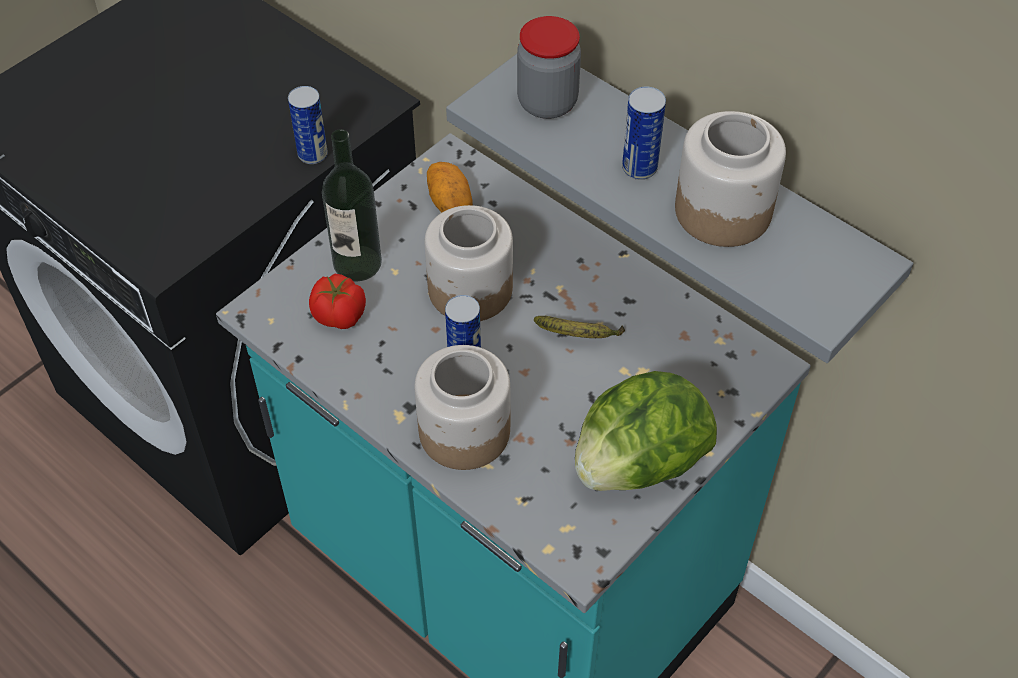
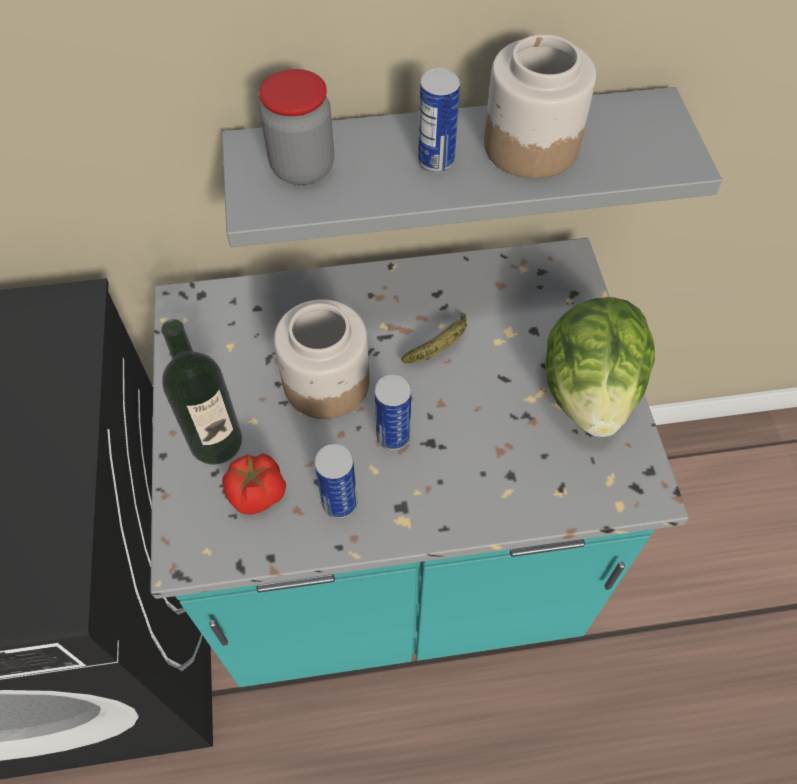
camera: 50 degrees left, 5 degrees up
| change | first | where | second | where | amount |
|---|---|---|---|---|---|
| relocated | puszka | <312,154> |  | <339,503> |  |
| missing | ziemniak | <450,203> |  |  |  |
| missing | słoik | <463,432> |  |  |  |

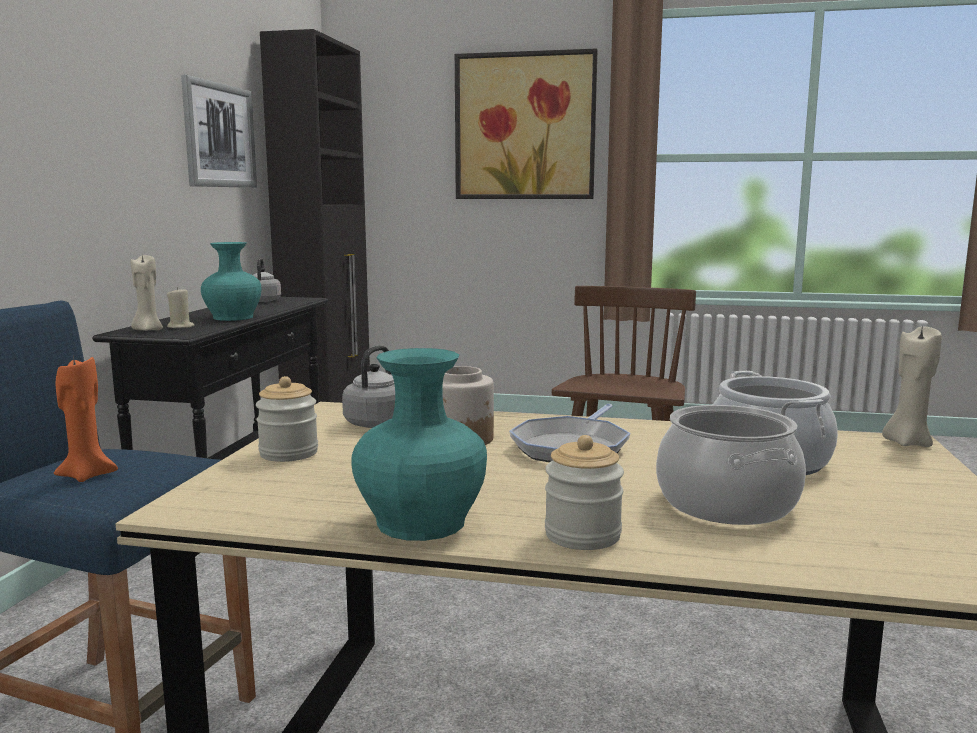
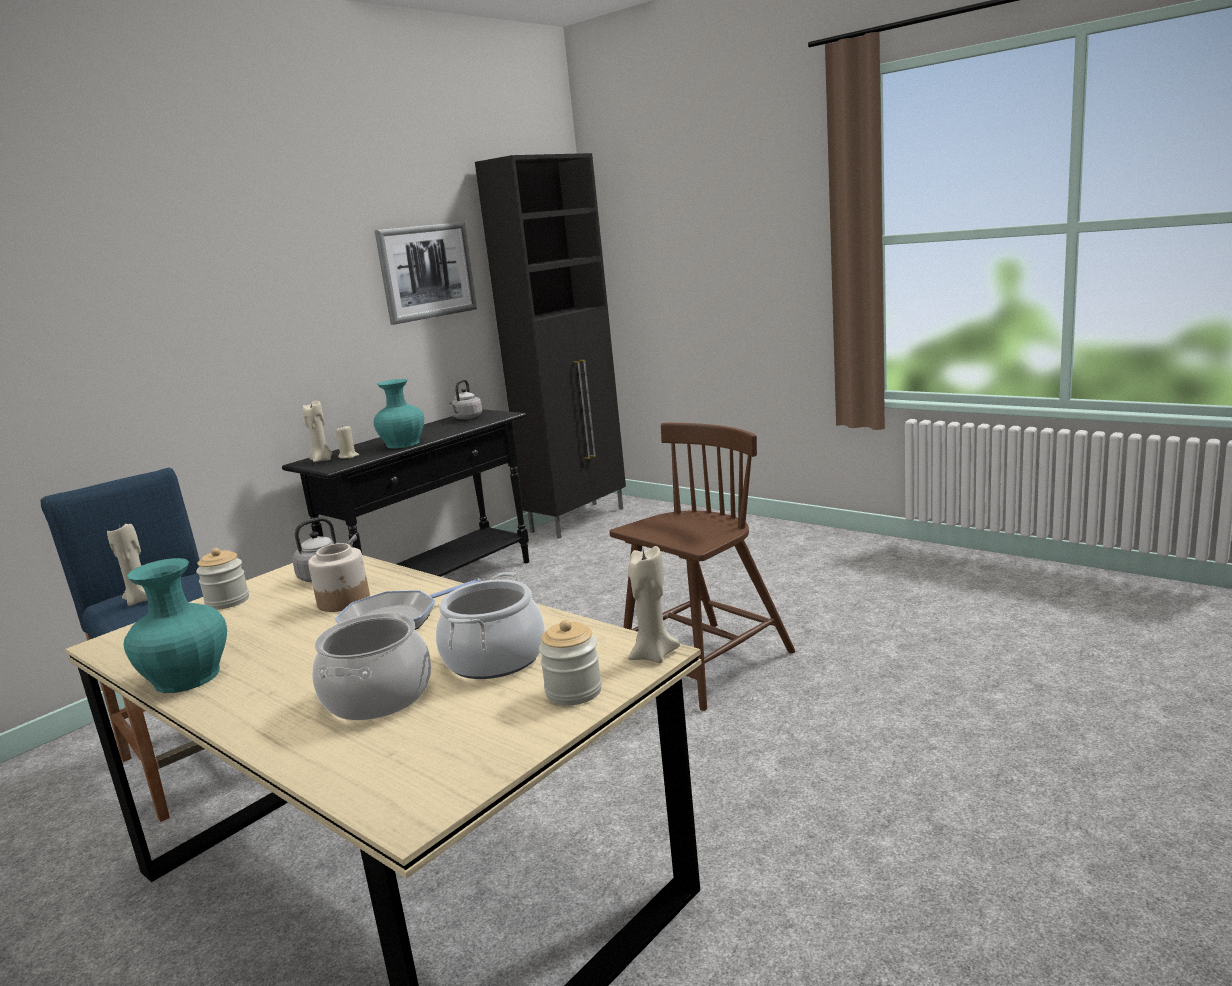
camera: 30 degrees right, 5 degrees up
| change | first | where | second | where | amount |
|---|---|---|---|---|---|
| missing | obraz | <525,127> |  |  |  |
| colour | świeca [pomarańczowy] | <87,475> | świeca [beżowy] | <141,600> |  |
| relocated | słoik | <582,535> |  | <573,691> |  |

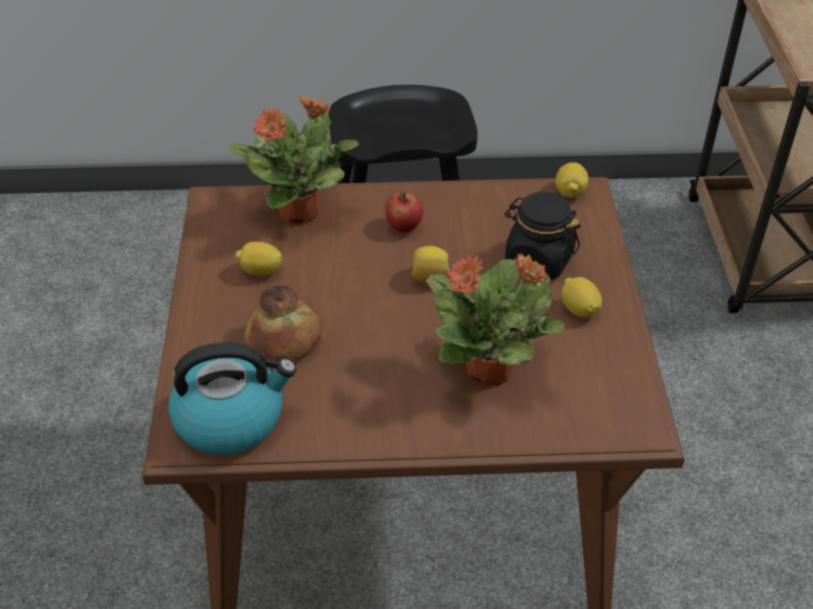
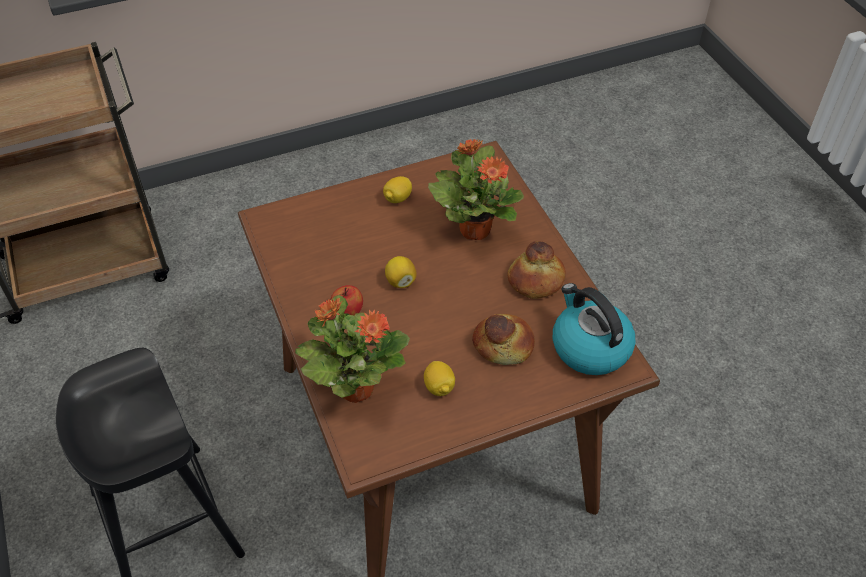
camera: 110 degrees left, 5 degrees up
| change | first | where | second | where | amount |
|---|---|---|---|---|---|
| missing | cytryna | <570,192> |  |  |  |
| missing | słoik [czarny] | <538,259> |  |  |  |
| appeared |  |  | chleb | <536,281> |  |

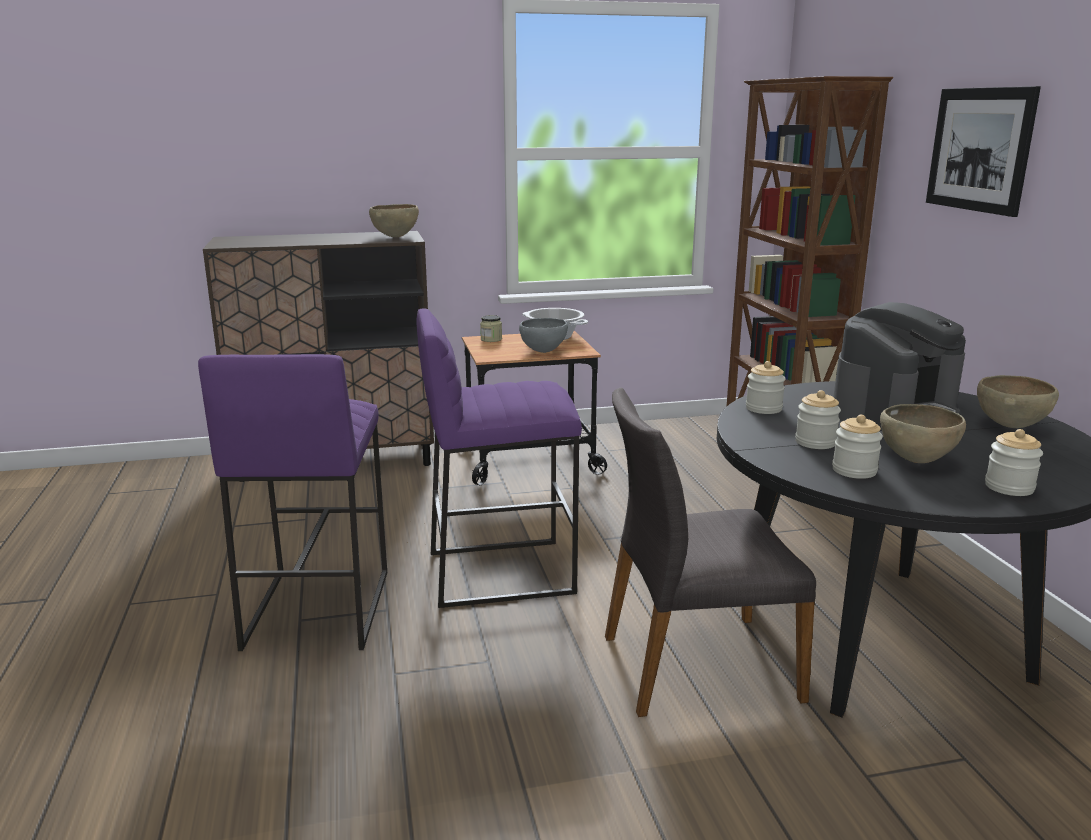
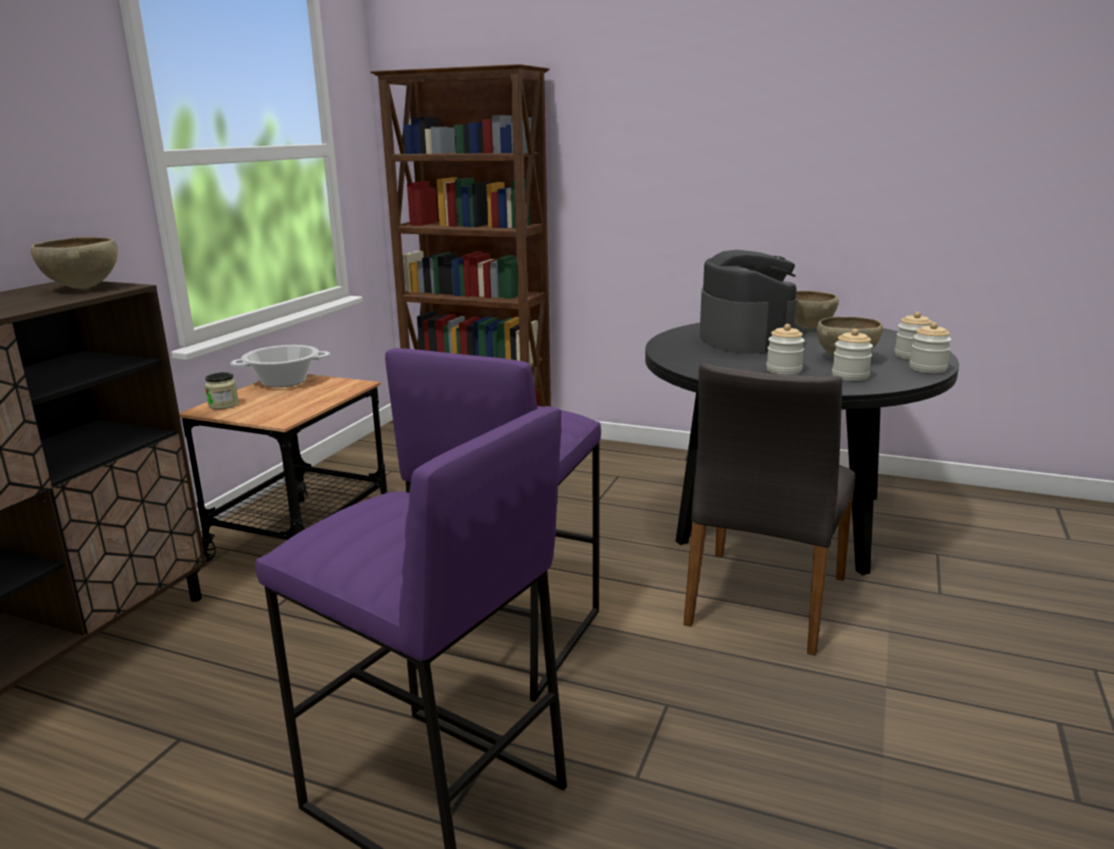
camera: 55 degrees left, 0 degrees up
| change | first | where | second | where | amount |
|---|---|---|---|---|---|
| missing | obraz | <979,149> |  |  |  |
| missing | miska [szary] | <543,351> |  |  |  |
| relocated | słoik | <763,408> |  | <927,369> |  |

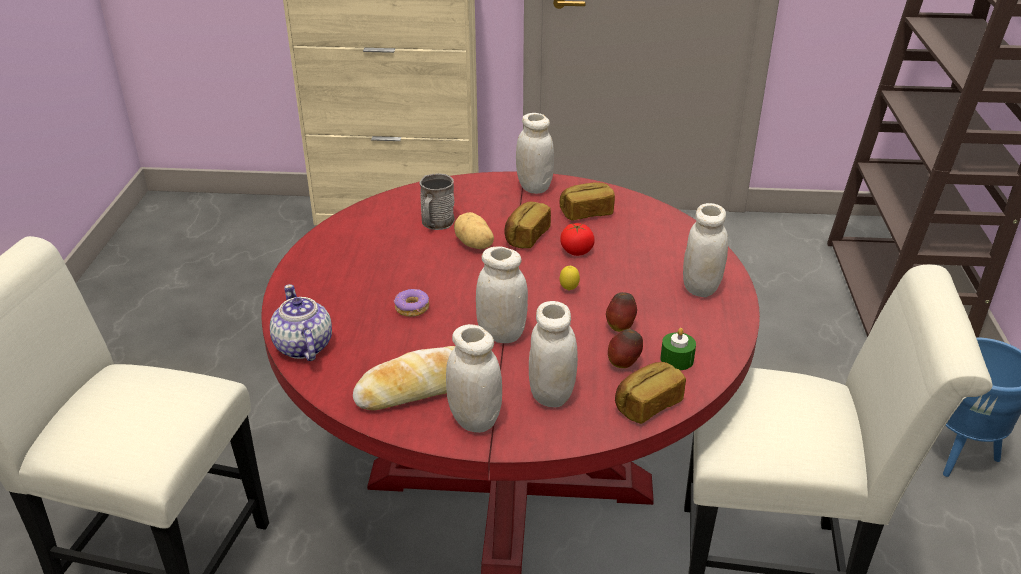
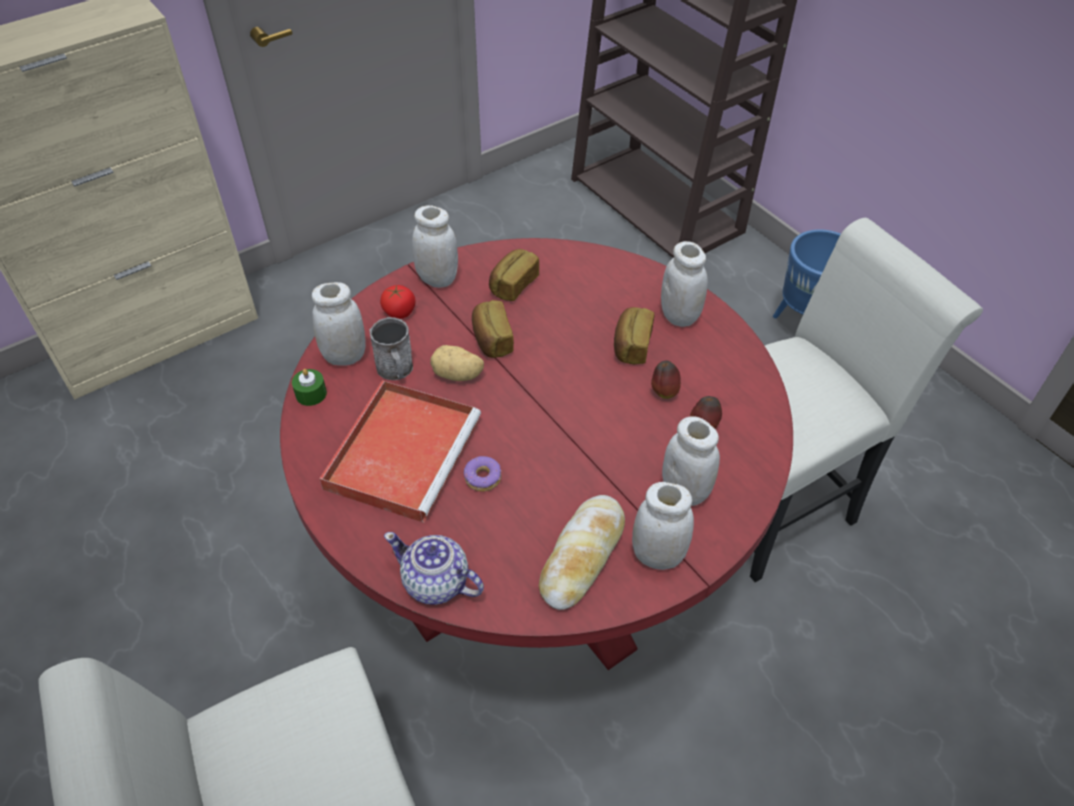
camera: 40 degrees left, 15 degrees up
| change | first | where | second | where | amount |
|---|---|---|---|---|---|
| relocated | pomidor | <576,251> |  | <399,312> |  |
| relocated | słoik [biały] | <501,334> |  | <344,356> |  |
| missing | cytryna | <569,290> |  |  |  |
| relocated | świeca [zielony] | <677,359> |  | <311,394> |  |
| relocated | chleb | <647,404> |  | <631,345> |  |
| appeared |  |  | taca [czerwony] | <403,451> |  |

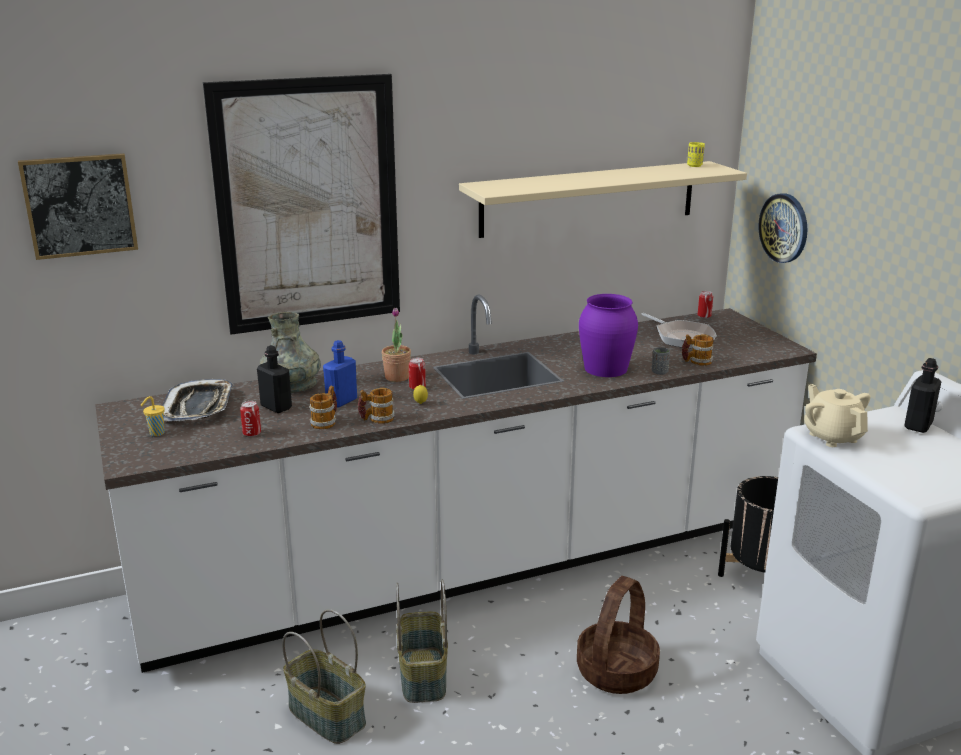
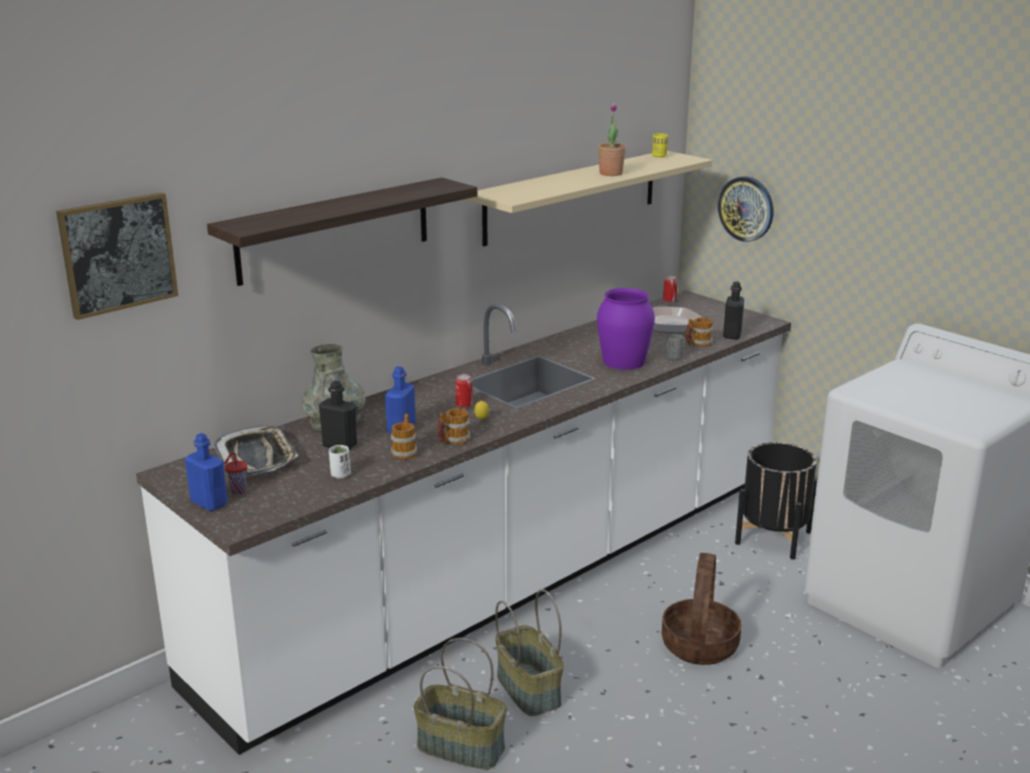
camera: 20 degrees left, 0 degrees up
| change | first | where | second | where | amount |
|---|---|---|---|---|---|
| exchanged | obraz | <308,206> | półka | <335,230> |  |
| relocated | roślina doniczkowa | <397,377> |  | <611,173> |  |
| relocated | butelka [czarny] | <918,425> |  | <732,335> |  |
| missing | imbryk [beżowy] | <832,437> |  |  |  |
| colour | filiżanka [żółty] | <156,433> | filiżanka [czerwony] | <237,491> |  |
| exchanged | puszka | <252,433> | filiżanka [biały] | <340,475> |  |
| appeared |  |  | butelka [niebieski] | <209,503> |  |

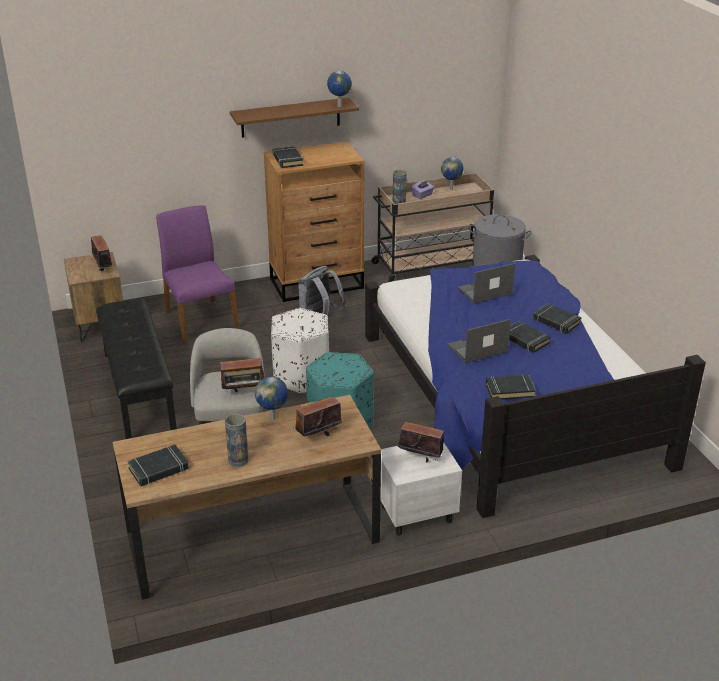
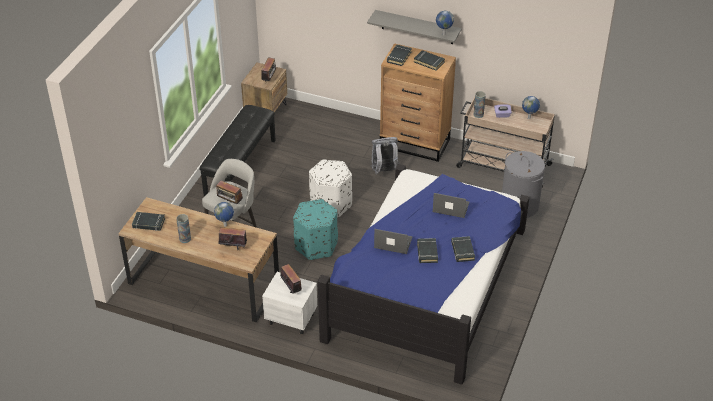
camera: 40 degrees right, 10 degrees up
| change | first | where | second | where | amount |
|---|---|---|---|---|---|
| colour | półka [brązowy] | <290,117> | półka [szary] | <417,27> |  |
| missing | krzesło [fioletowy] | <200,320> |  |  |  |
| relocated | książka [czarny] | <510,390> |  | <429,62> |  |

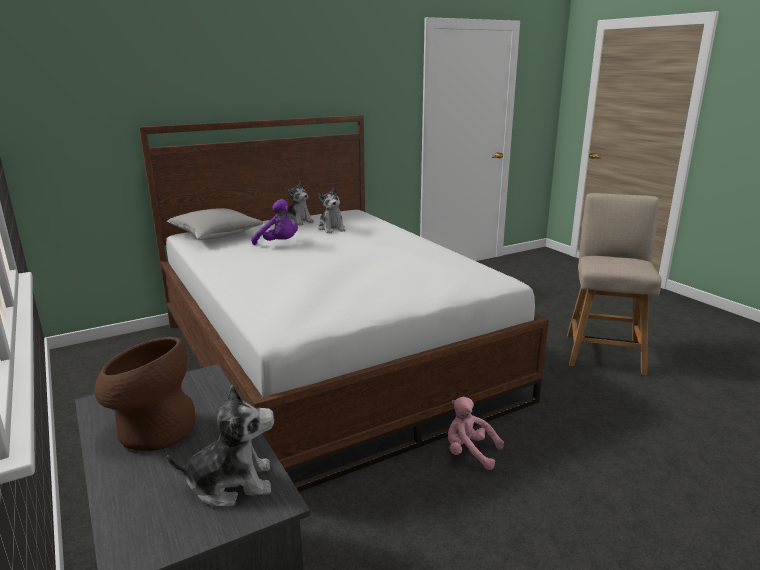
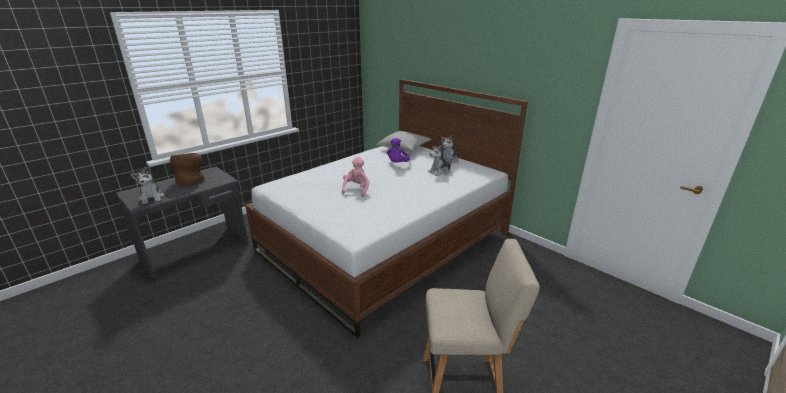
camera: 75 degrees right, 5 degrees up
| change | first | where | second | where | amount |
|---|---|---|---|---|---|
| relocated | pluszak [różowy] | <469,453> |  | <356,190> |  |

